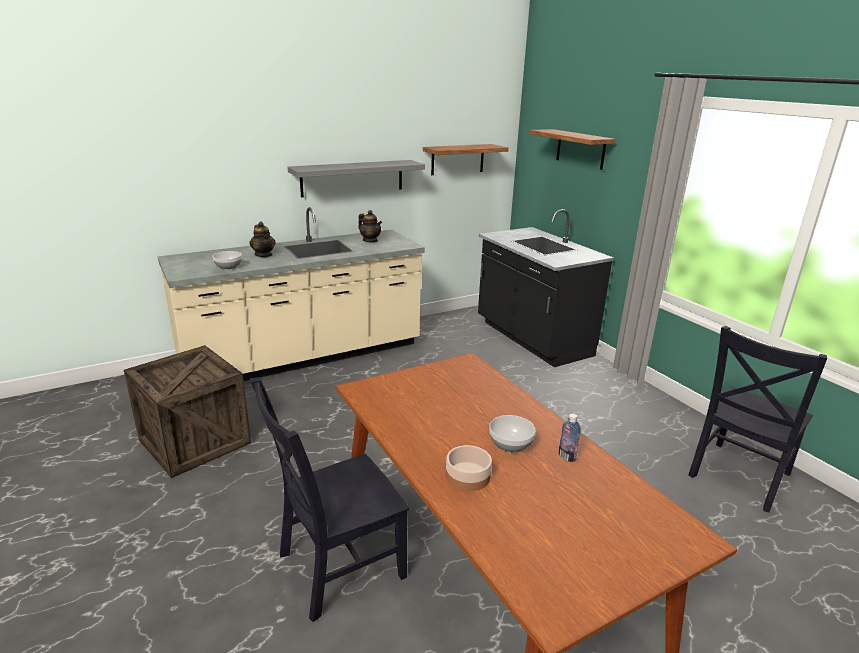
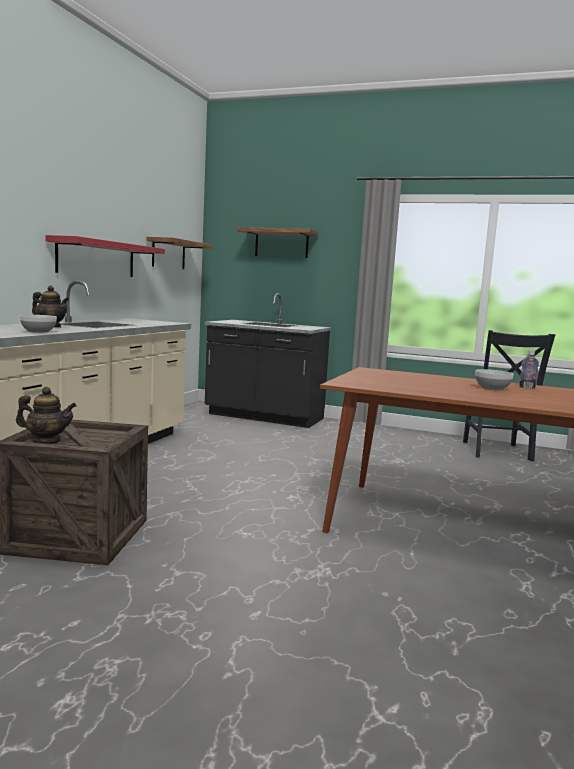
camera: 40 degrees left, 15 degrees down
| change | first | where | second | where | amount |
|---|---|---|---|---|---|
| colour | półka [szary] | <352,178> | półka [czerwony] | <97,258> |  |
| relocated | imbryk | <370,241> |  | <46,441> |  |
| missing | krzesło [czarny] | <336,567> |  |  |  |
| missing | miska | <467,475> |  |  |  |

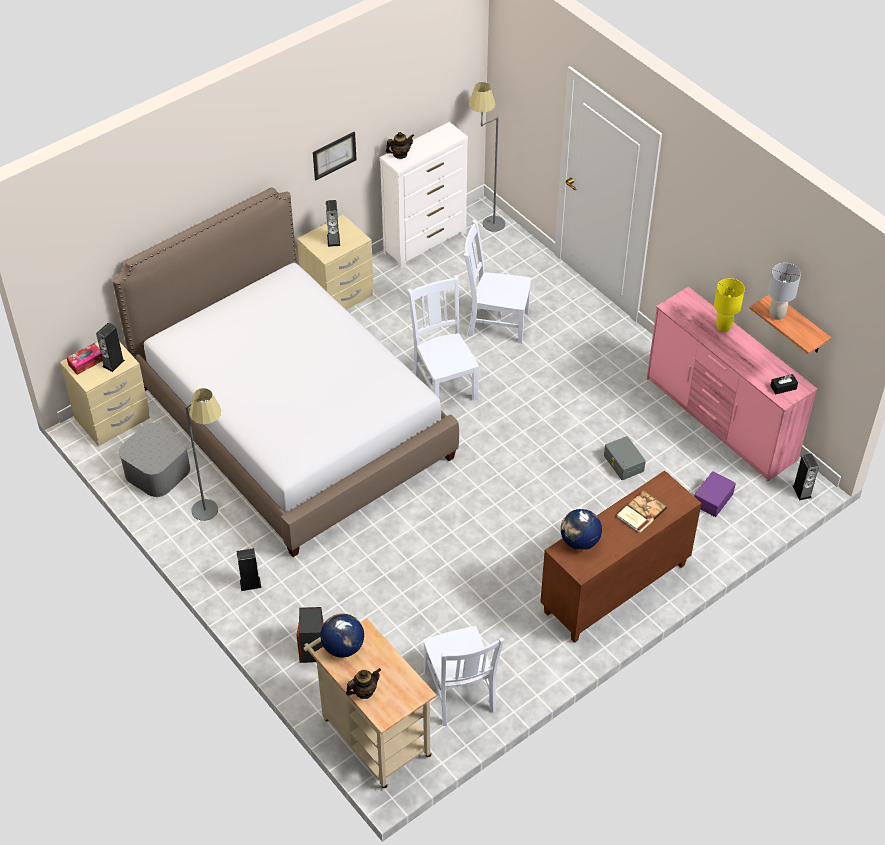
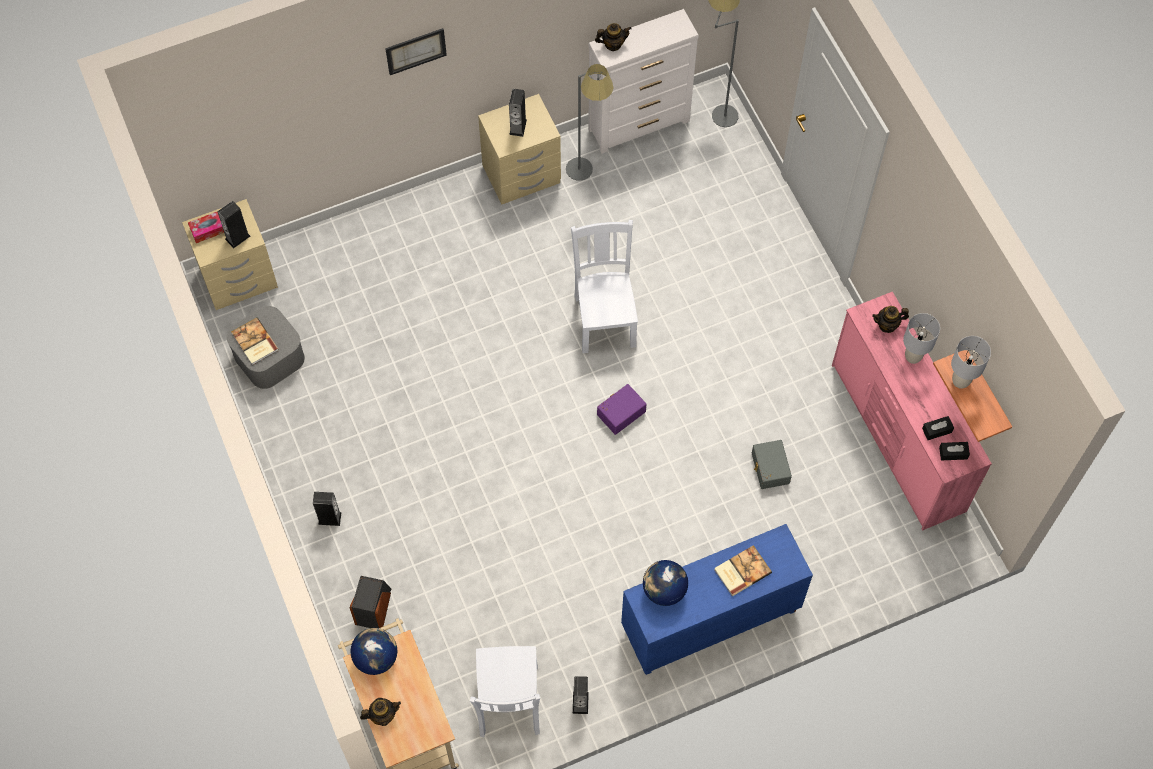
camera: 15 degrees right, 15 degrees up
| change | first | where | second | where | amount |
|---|---|---|---|---|---|
| relocated | obraz | <334,155> |  | <416,51> |  |
| missing | łóżko | <293,421> |  |  |  |
| missing | krzesło [biały] | <495,323> |  |  |  |
| colour | lampa stołowa [żółty] | <723,327> | lampa stołowa [szary] | <912,357> |  |
| relocated | lampa stojąca [szary] | <215,514> |  | <588,176> |  |
| relocated | głośnik | <801,491> |  | <580,702> |  |
| colour | szafka [brązowy] | <615,589> | szafka [niebieski] | <709,622> |  |
| relocated | pojemnik do przechowywania [fioletowy] | <712,498> |  | <620,412> |  |
| appeared |  |  | imbryk | <887,325> |  |
| appeared |  |  | książka | <254,342> |  |
| appeared |  |  | pudełko chusteczek [czarny] | <937,430> |  |

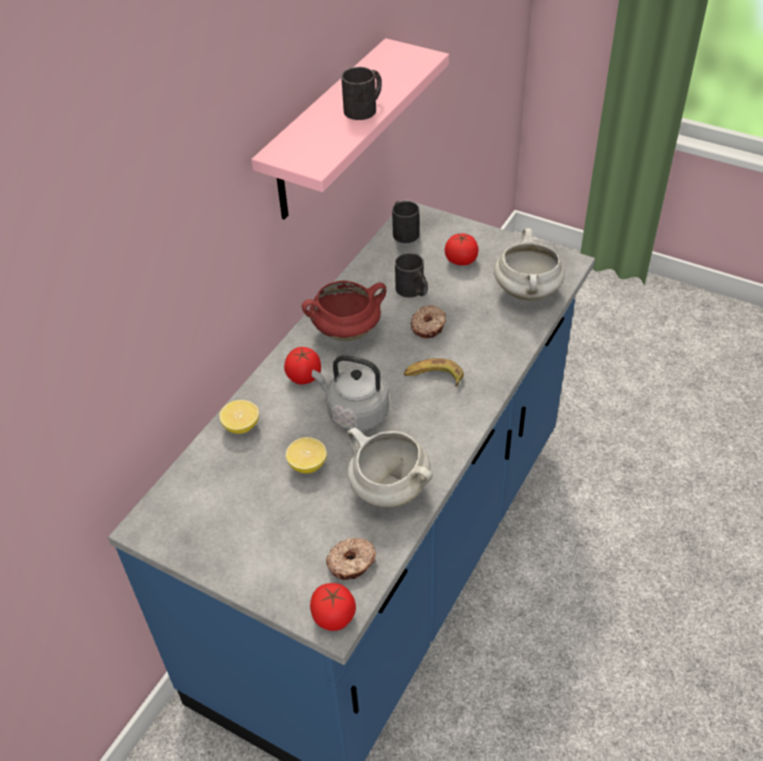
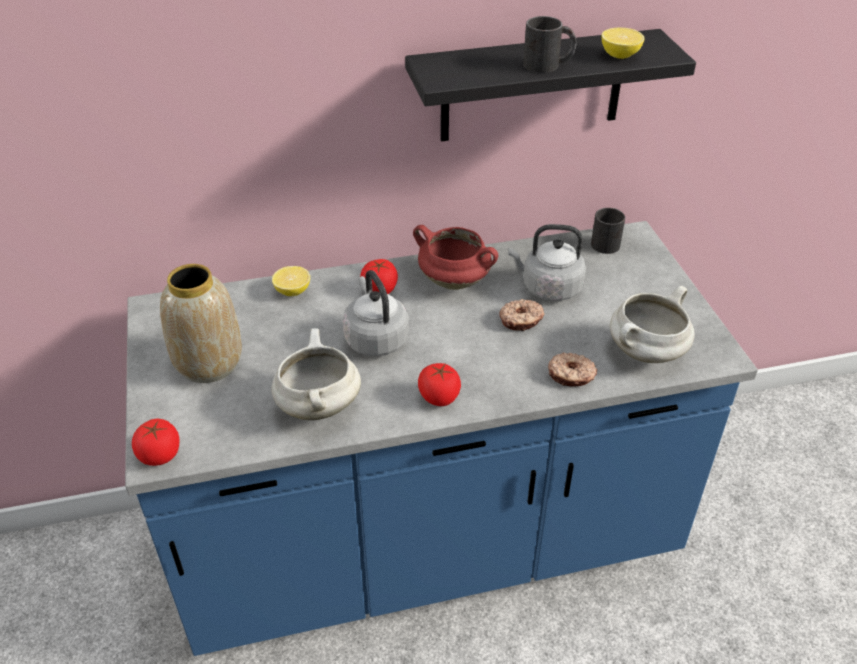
camera: 45 degrees right, 5 degrees down
| change | first | where | second | where | amount |
|---|---|---|---|---|---|
| colour | półka [różowy] | <326,133> | półka [czarny] | <532,86> |  |
| relocated | pomidor | <461,260> |  | <439,397> |  |
| exchanged | kubek [czarny] | <413,291> | czajnik [szary] | <548,288> |  |
| missing | banan | <433,377> |  |  |  |
| relocated | cytryna | <307,465> |  | <620,55> |  |
| relocated | donut | <352,563> |  | <571,375> |  |
| appeared |  |  | wazon | <208,364> |  |

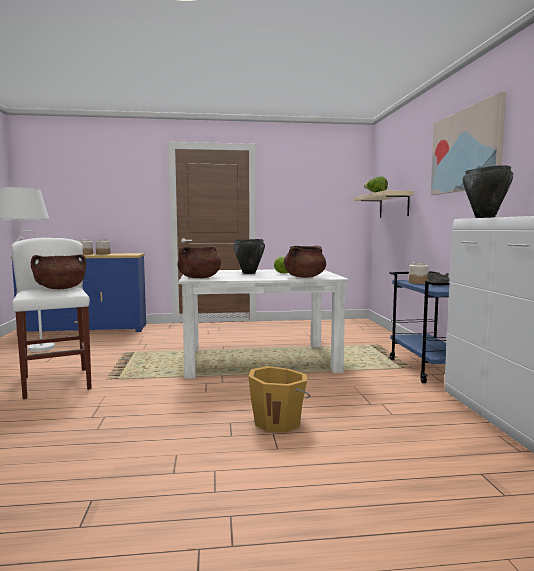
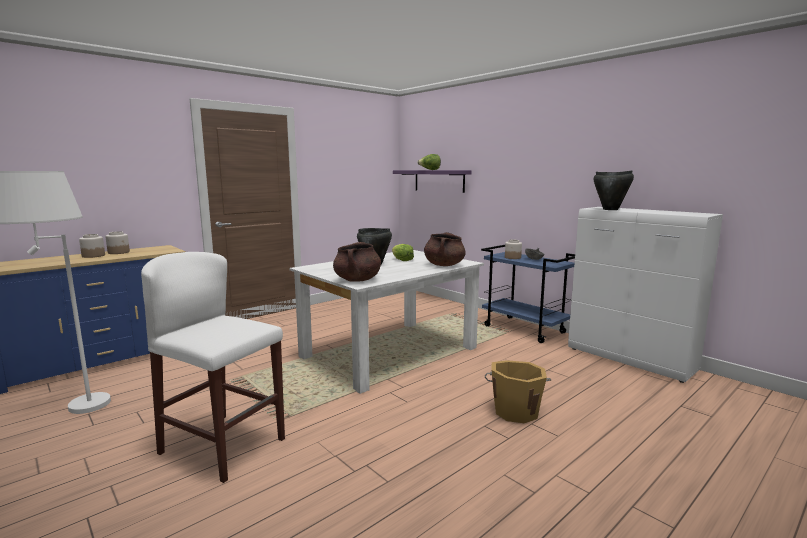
camera: 35 degrees left, 5 degrees up
| change | first | where | second | where | amount |
|---|---|---|---|---|---|
| missing | obraz | <466,150> |  |  |  |
| colour | półka [beżowy] | <393,205> | półka [fioletowy] | <439,180> |  |
| missing | garnek [brązowy] | <60,288> |  |  |  |

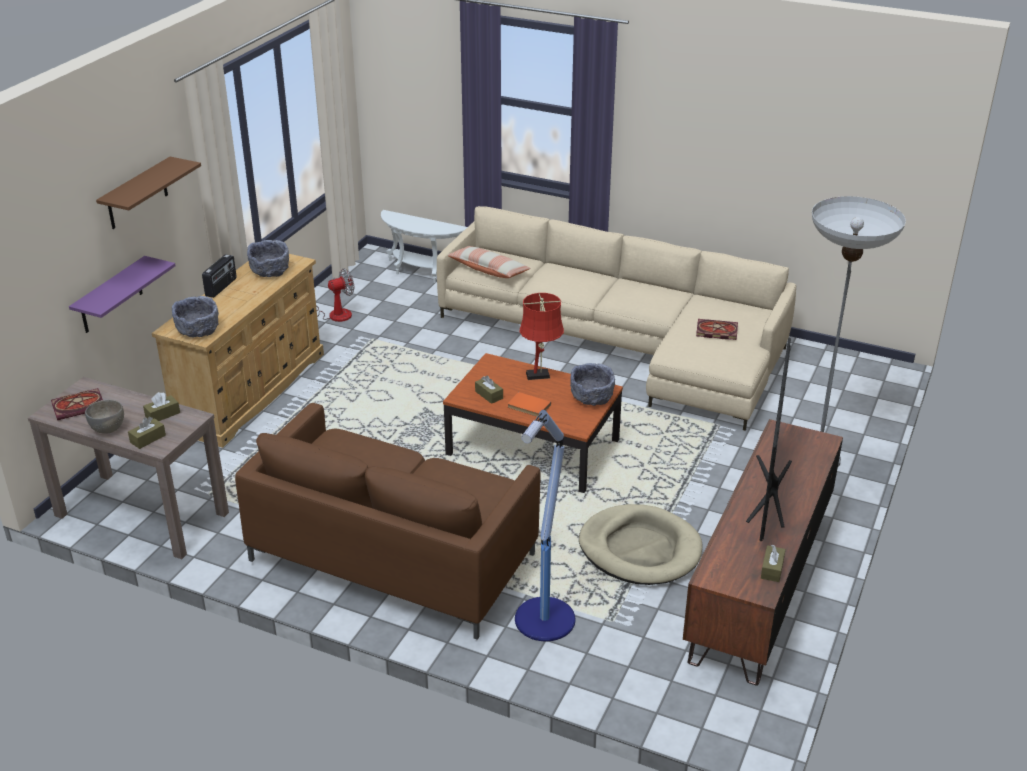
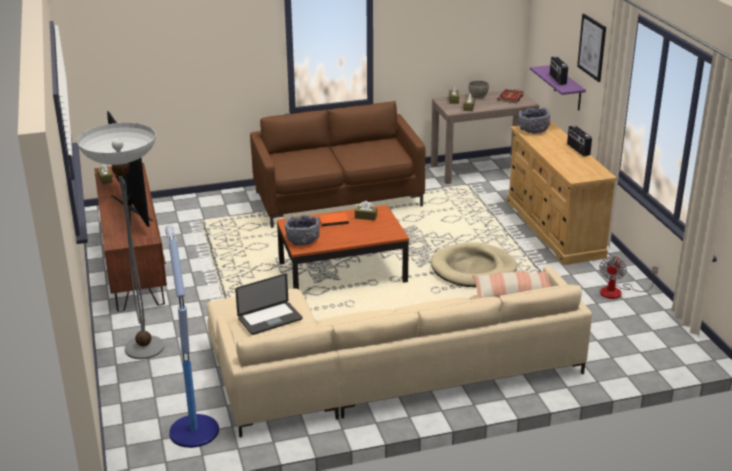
camera: 140 degrees right, 5 degrees down
| change | first | where | second | where | amount |
|---|---|---|---|---|---|
| exchanged | półka [brązowy] | <137,194> | obraz | <592,47> |  |
| missing | stolik [biały] | <421,272> |  |  |  |
| missing | miska [szary] | <270,271> |  |  |  |
| missing | lampa stołowa [czerwony] | <540,375> |  |  |  |
| exchanged | książka | <715,331> | laptop | <270,319> |  |
| relocated | lampa stojąca | <544,621> |  | <193,430> |  |
| relocated | legowisko [beżowy] | <640,549> |  | <473,269> |  |
| appeared |  |  | radio | <557,79> |  |

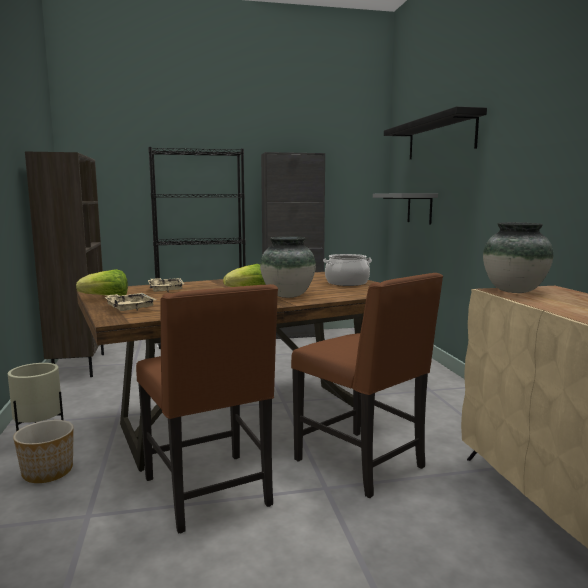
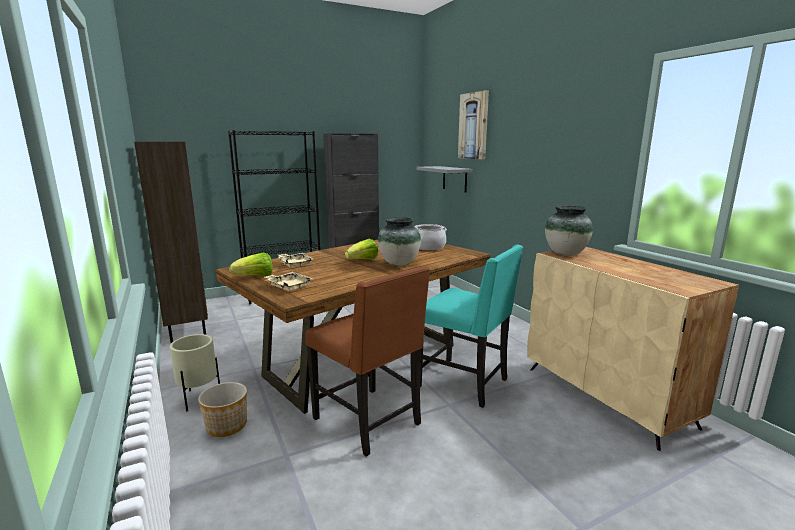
camera: 15 degrees left, 5 degrees up
| change | first | where | second | where | amount |
|---|---|---|---|---|---|
| exchanged | półka [czarny] | <440,138> | obraz | <473,126> |  |
| colour | krzesło [brązowy] | <363,464> | krzesło [turkusowy] | <465,383> |  |

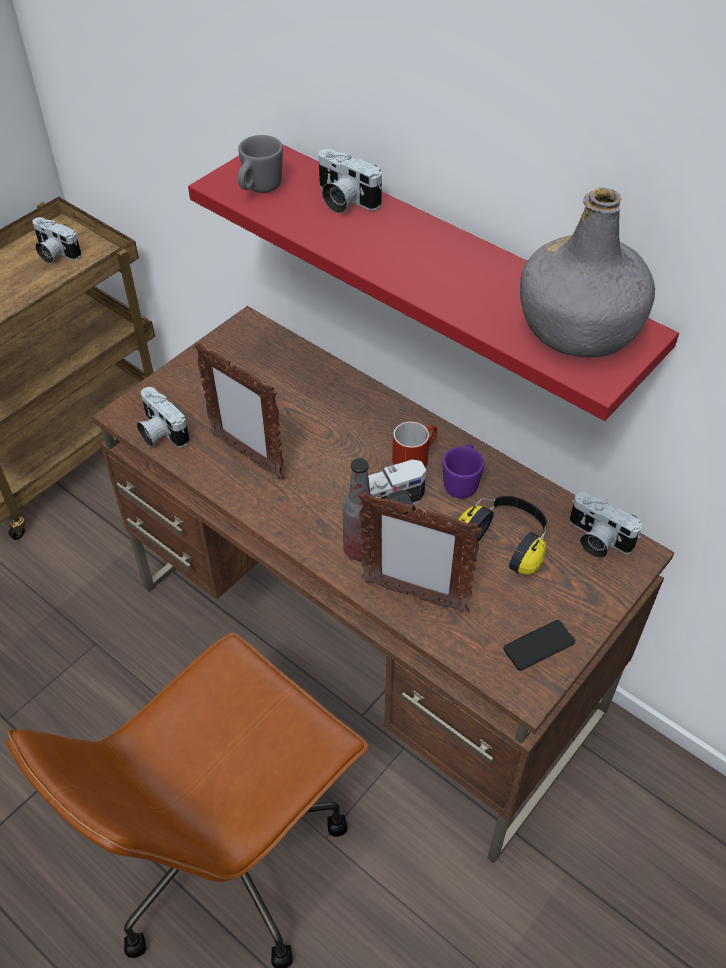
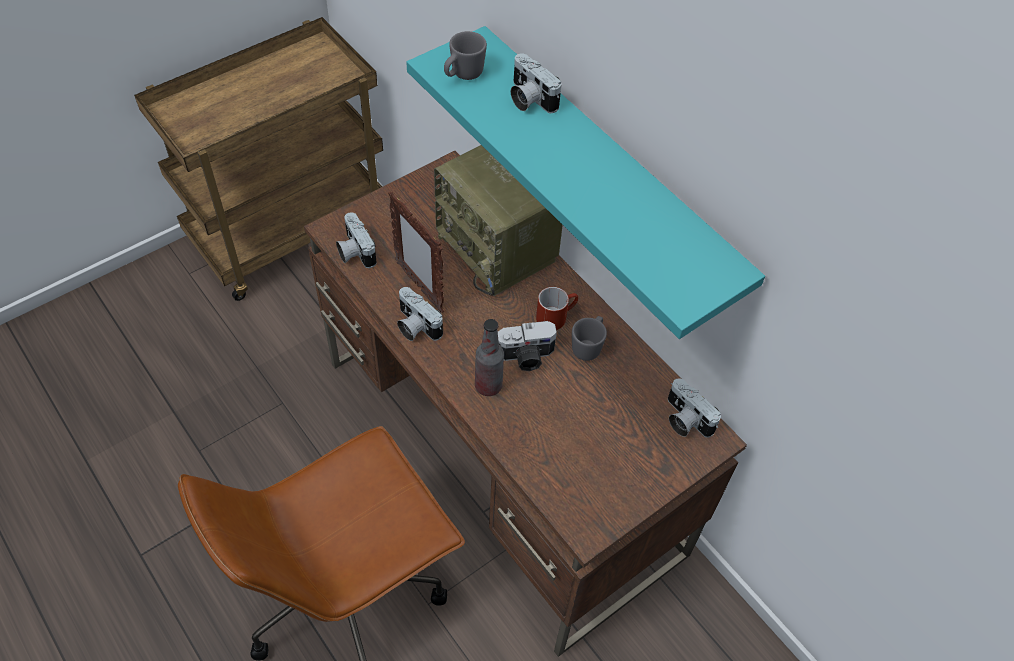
camera: 10 degrees right, 5 degrees up
| change | first | where | second | where | amount |
|---|---|---|---|---|---|
| colour | półka [czerwony] | <449,268> | półka [turkusowy] | <606,171> |  |
| missing | butelka [szary] | <579,327> |  |  |  |
| relocated | aparat fotograficzny | <54,253> |  | <415,326> |  |
| colour | kubek [fioletowy] | <462,482> | kubek [szary] | <588,346> |  |
| missing | ramka na zdjęcie | <413,595> |  |  |  |
| missing | słuchawki | <506,541> |  |  |  |
| missing | telefon | <539,645> |  |  |  |
| appeared |  |  | radio | <499,248> |  |

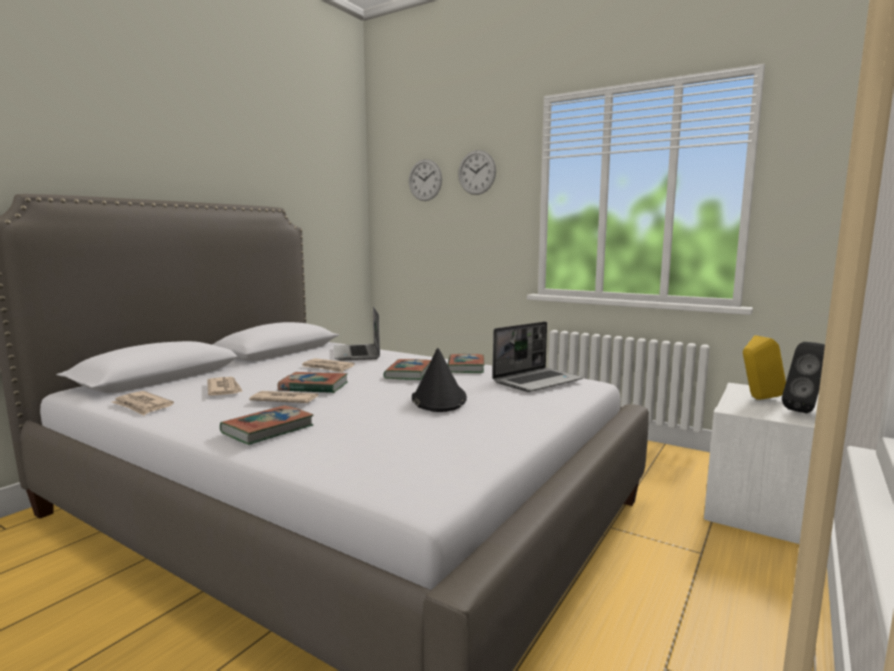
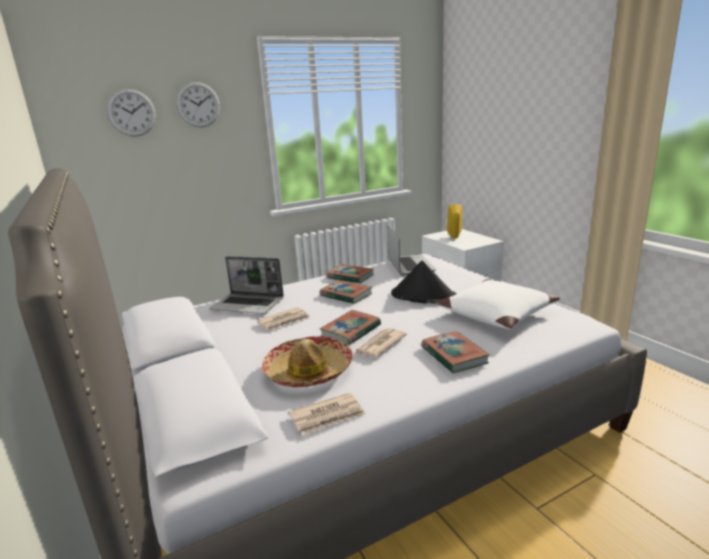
camera: 60 degrees left, 10 degrees up
| change | first | where | second | where | amount |
|---|---|---|---|---|---|
| missing | głośnik [czarny] | <805,410> |  |  |  |
| exchanged | gazeta | <224,389> | kapelusz | <308,371> |  |
| appeared |  |  | poduszka [biały] | <496,313> |  |

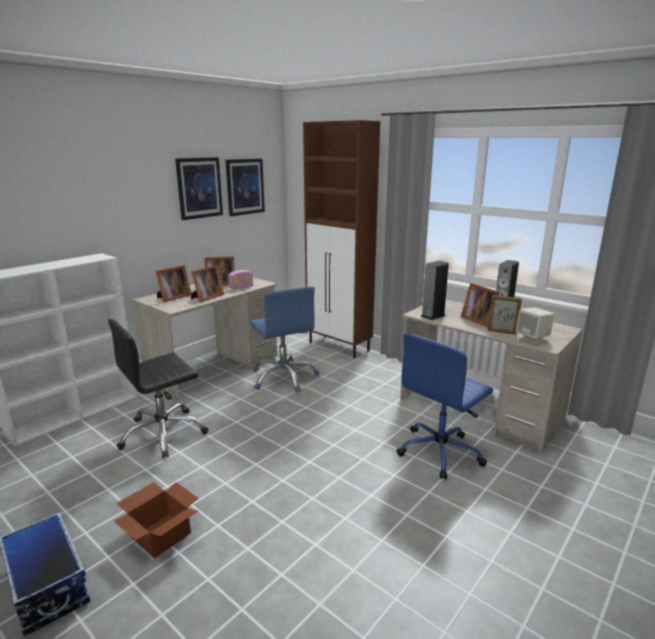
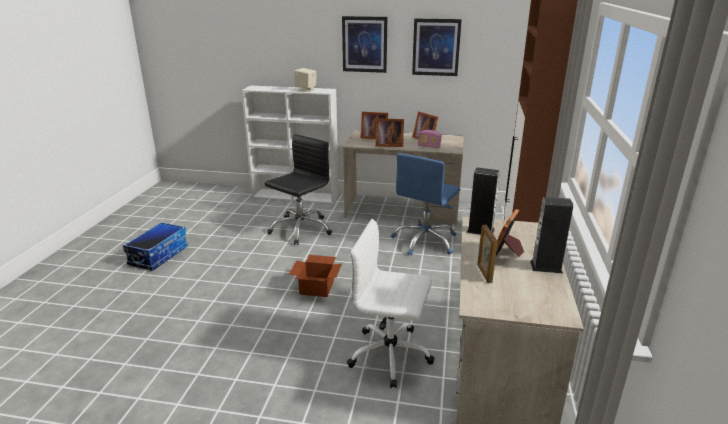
camera: 60 degrees right, 5 degrees up
| change | first | where | second | where | amount |
|---|---|---|---|---|---|
| relocated | obraz | <245,187> |  | <364,44> |  |
| relocated | głośnik [beżowy] | <532,339> |  | <306,90> |  |
| spun | krzesło biurowe [czarny] | <163,434> |  | <300,229> | 105 degrees clockwise |
| colour | krzesło biurowe [niebieski] | <440,452> | krzesło biurowe [biały] | <391,355> |  |
| relocated | karton | <161,534> |  | <317,287> |  |

